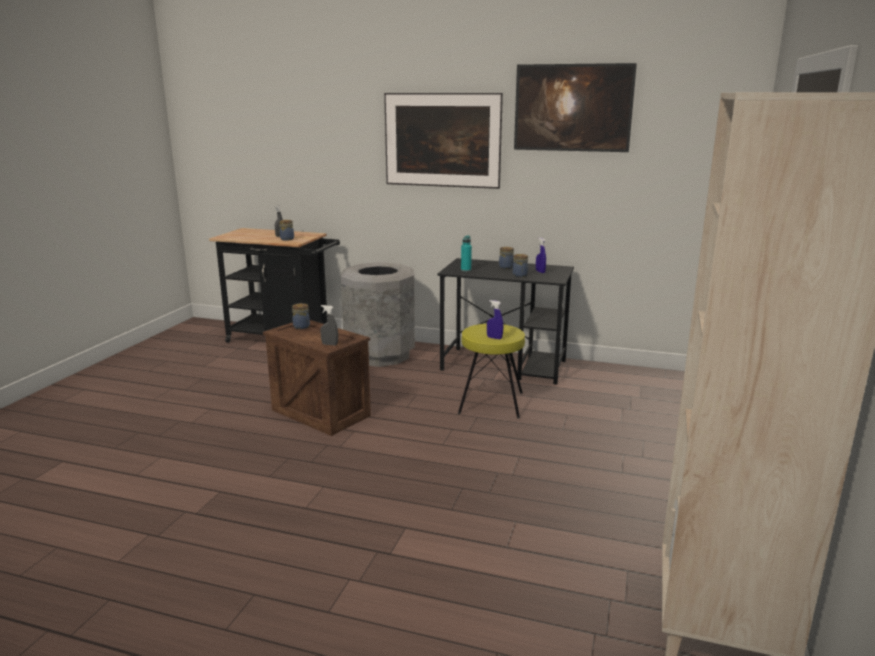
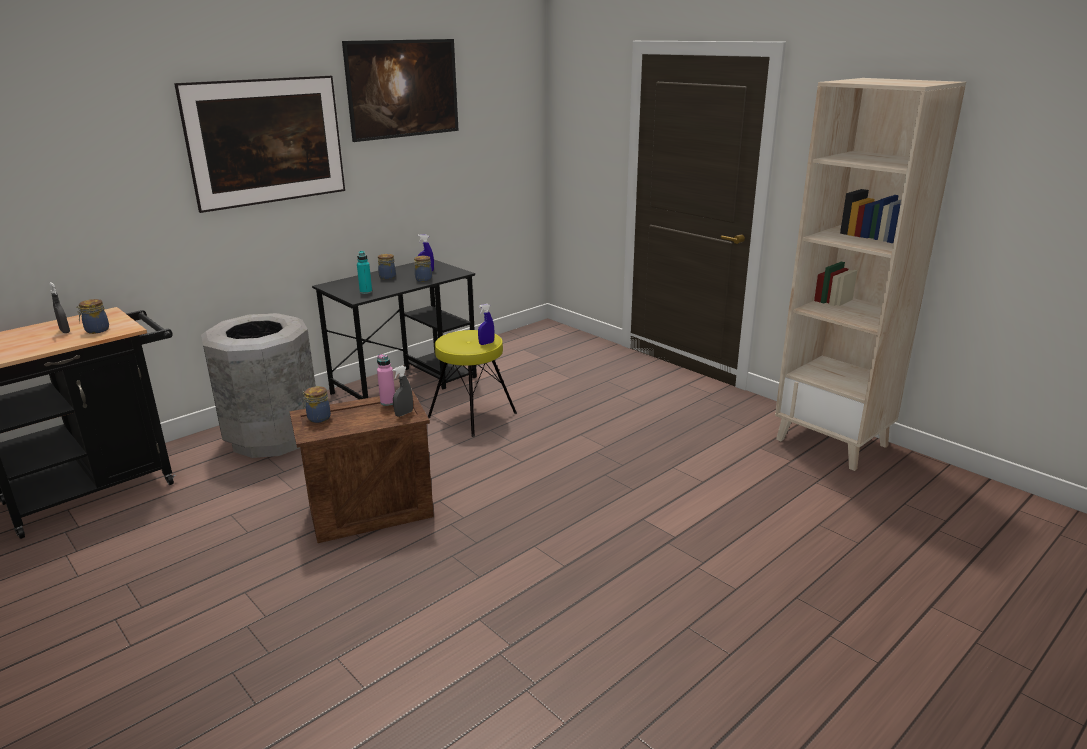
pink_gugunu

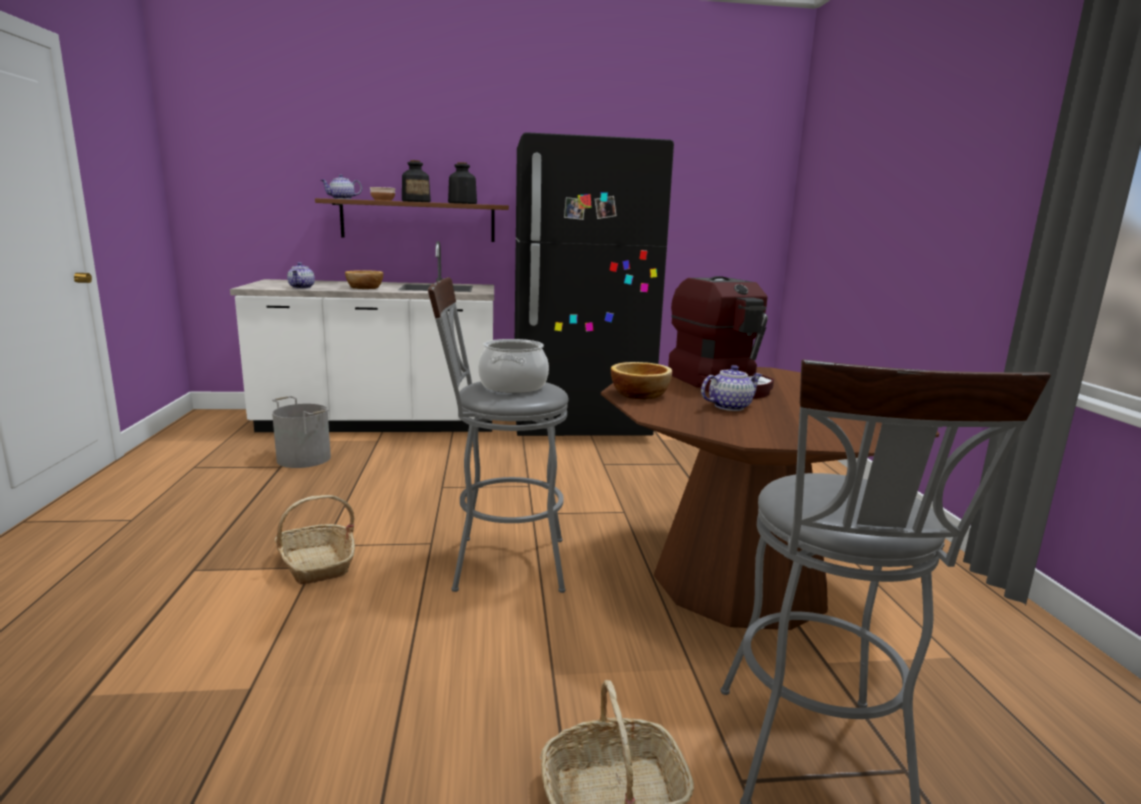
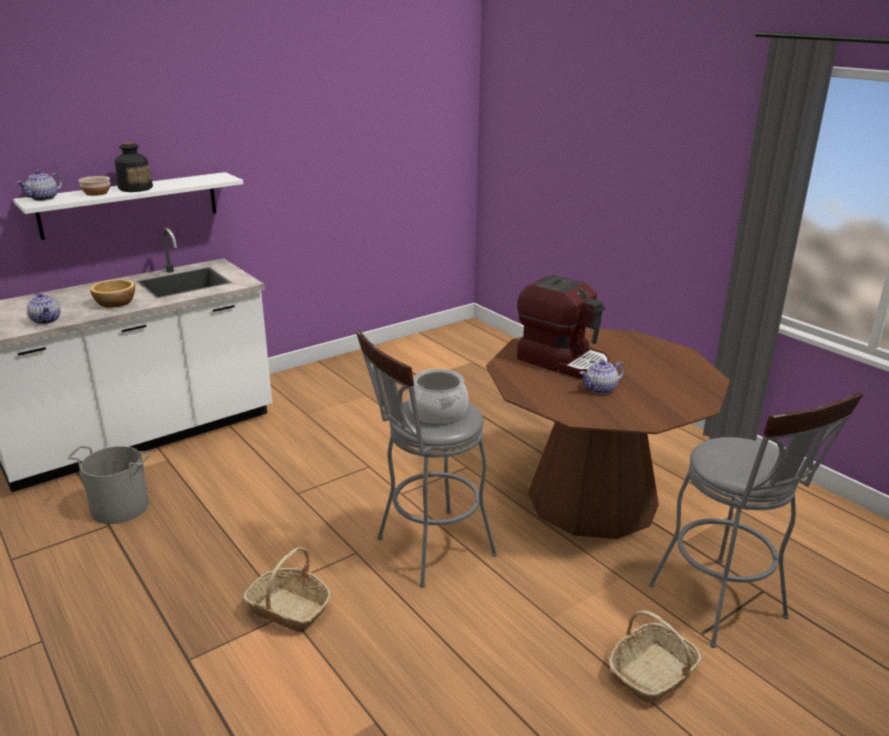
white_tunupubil
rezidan (3rd from left)
gugunu (2nd from left in the first image)
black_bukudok
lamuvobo (3rd from left in the first image)

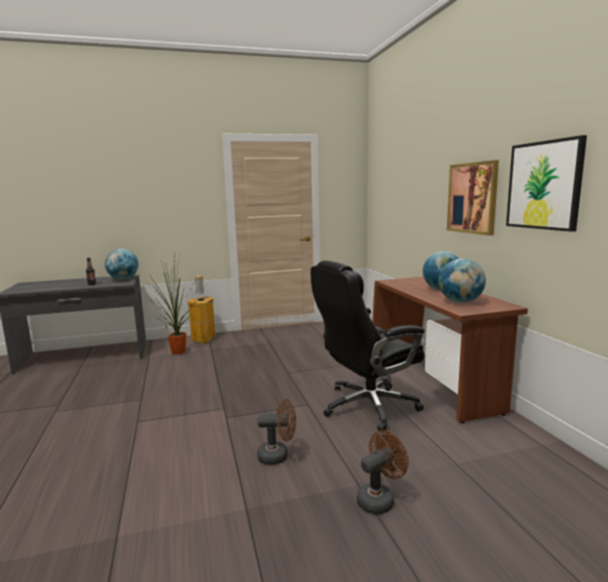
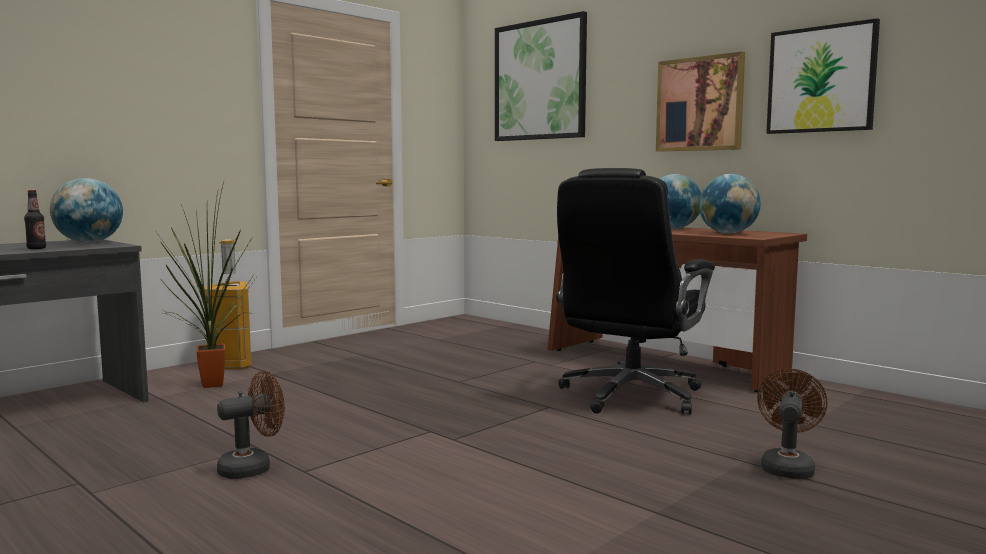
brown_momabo (1st from left)
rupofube (1st from left)

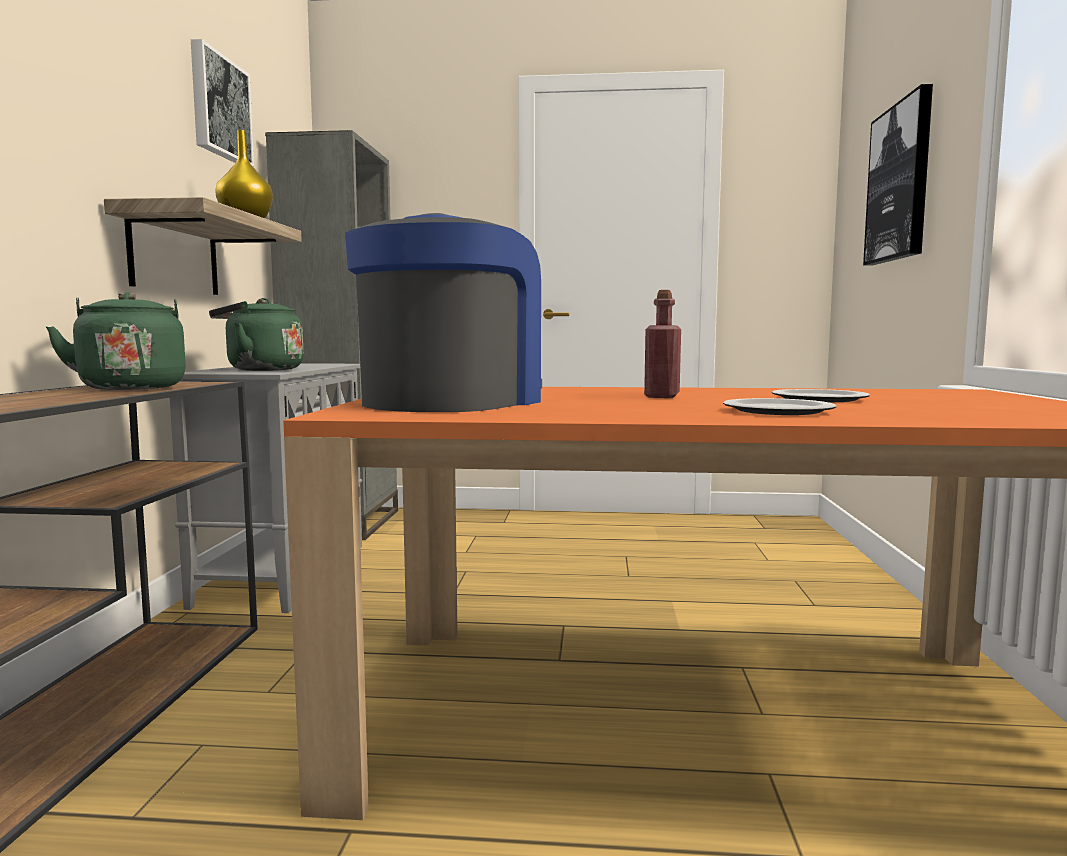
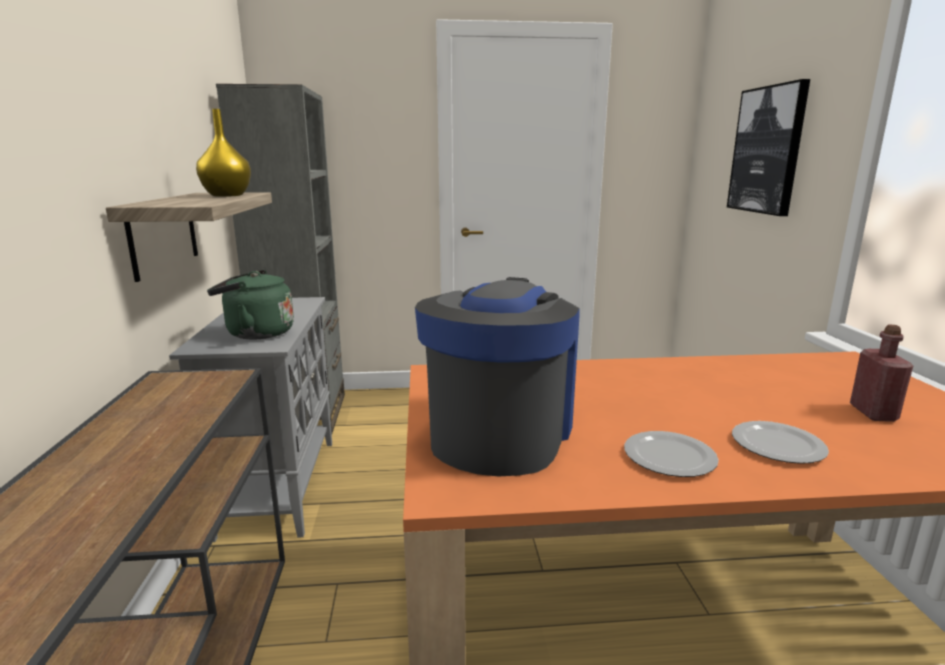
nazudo (1st from left)
red_gugunu
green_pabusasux (1st from left in the first image)
rupofube (1st from left in the first image)

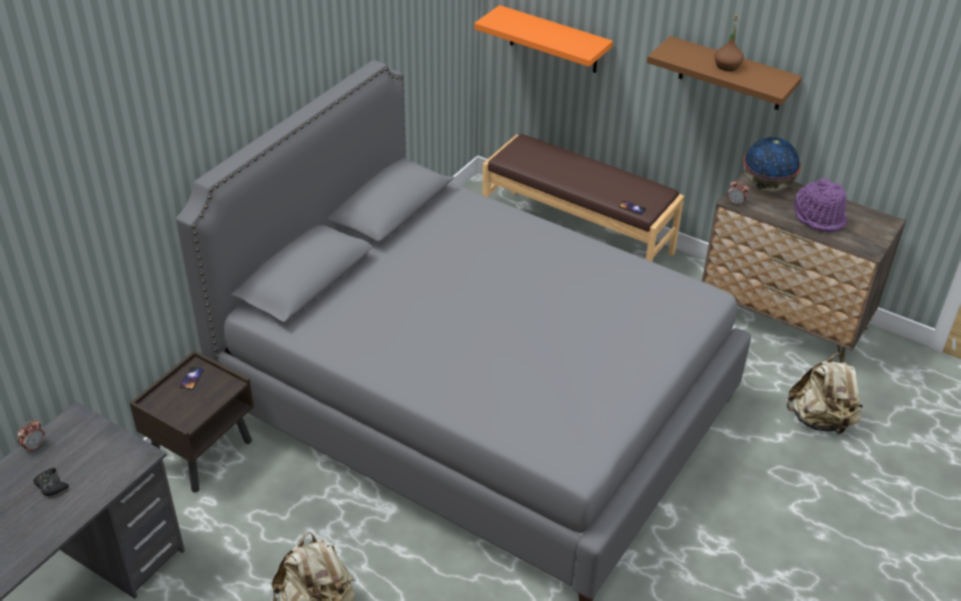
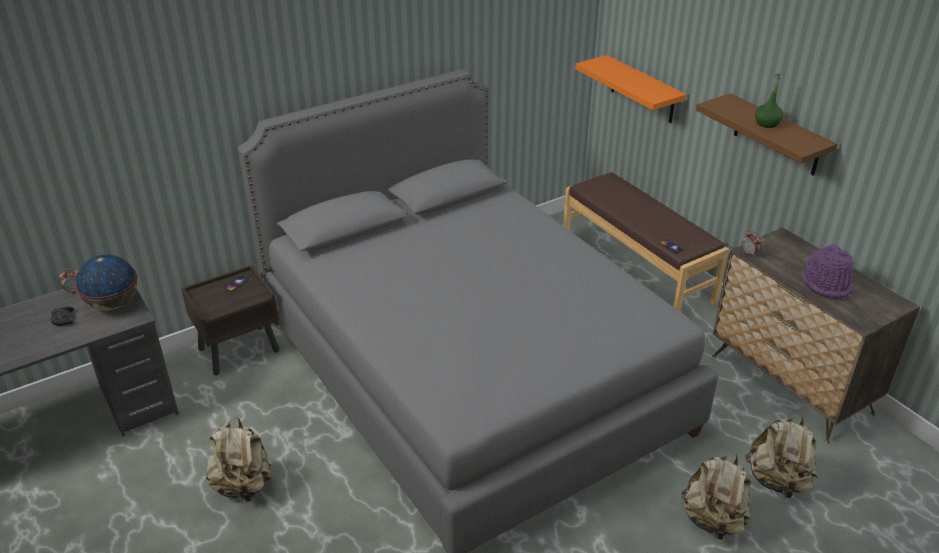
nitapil
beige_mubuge (2nd from left)
green_gugunu

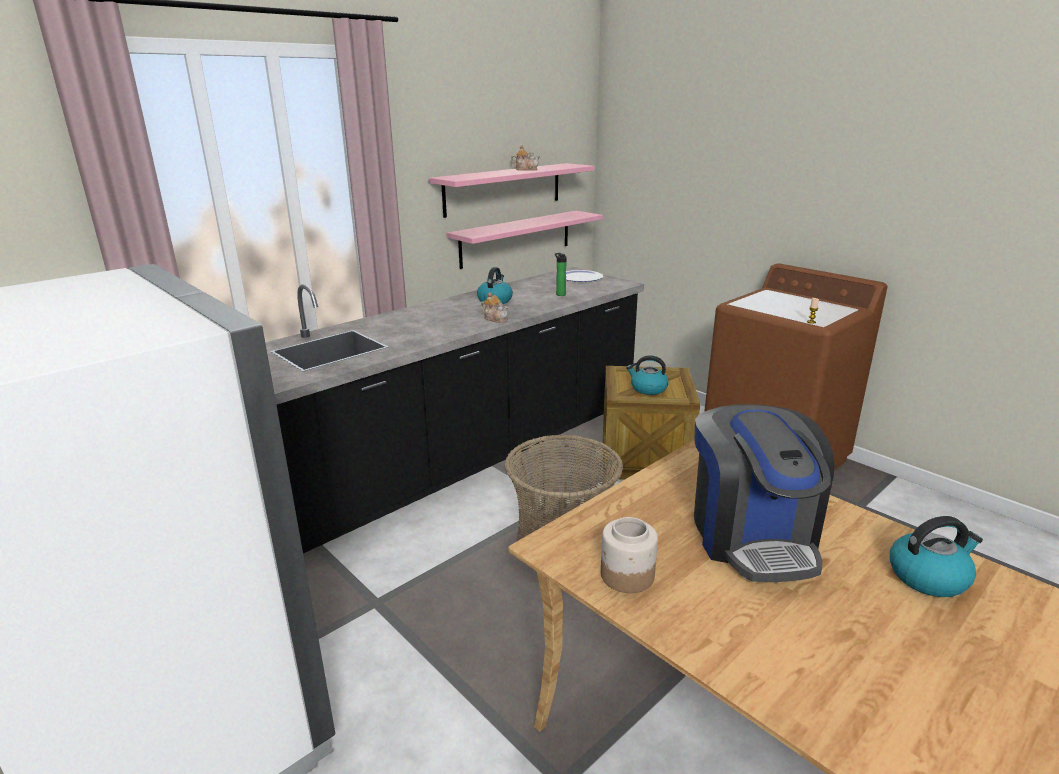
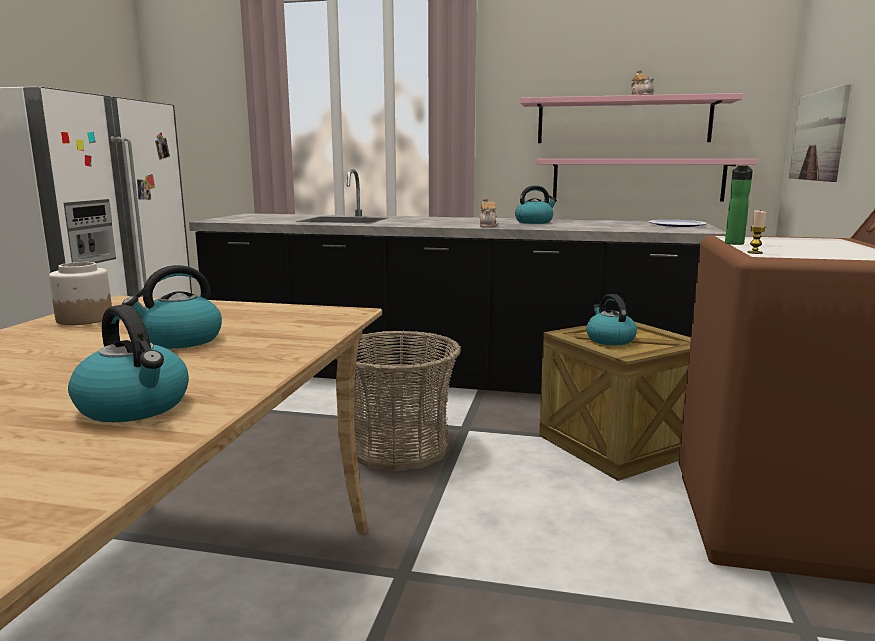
pabusasux (2nd from left)
gugunu
rupofube

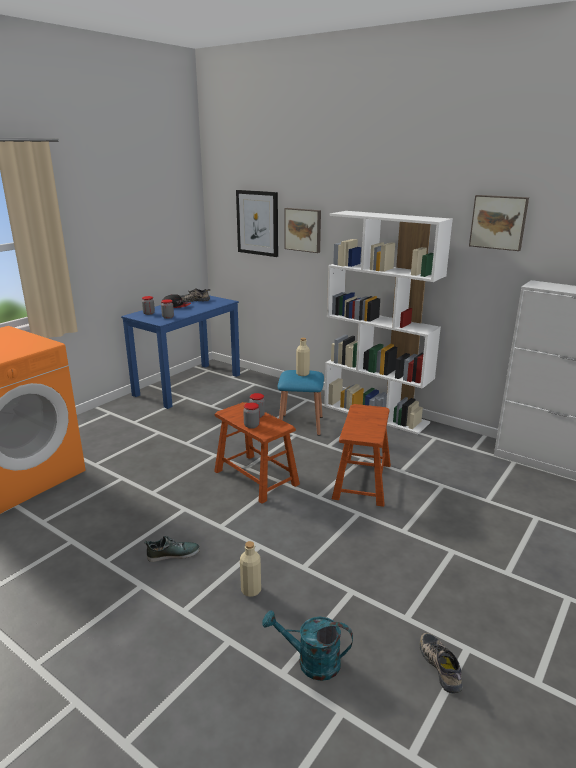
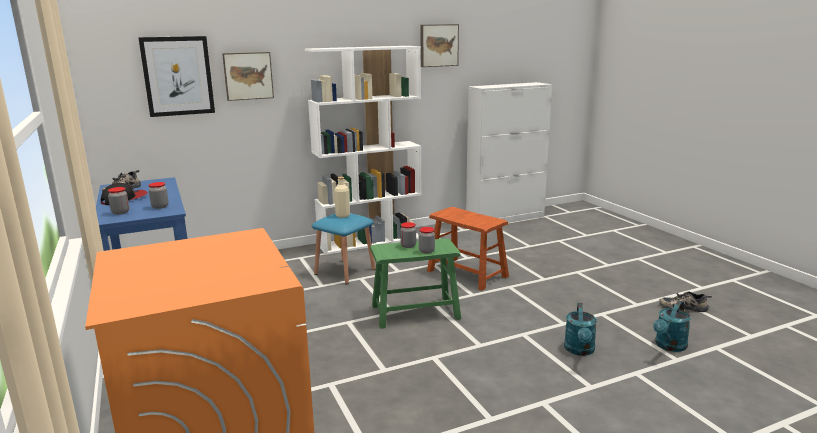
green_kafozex
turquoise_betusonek (1st from left)
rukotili (1st from left in the first image)

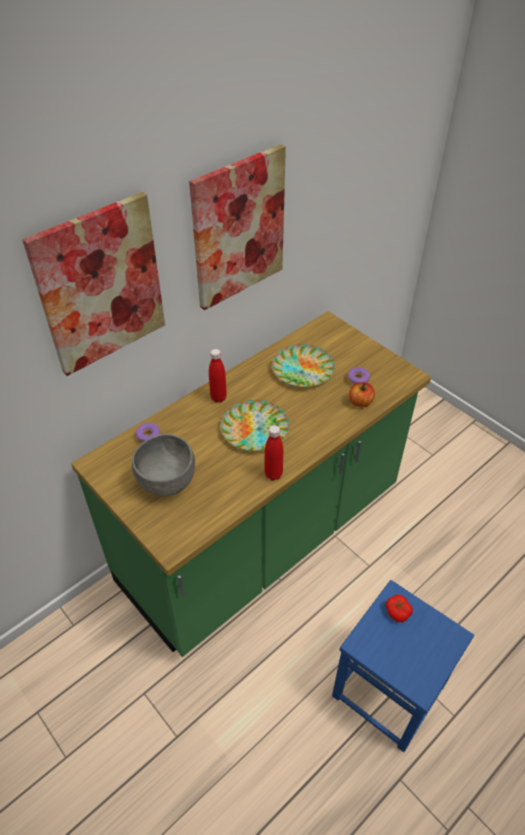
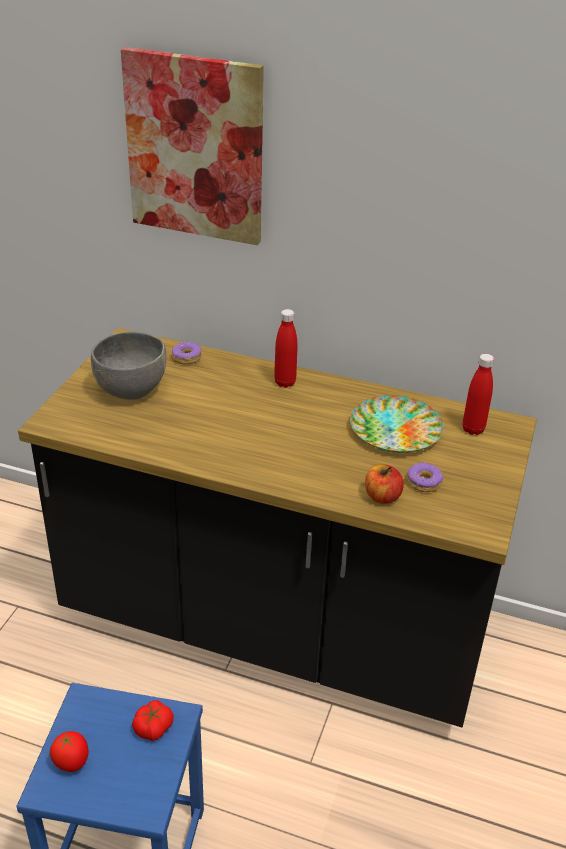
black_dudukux
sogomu (1st from left)
red_gugunu (2nd from left)
rupofube (2nd from left in the first image)
nazudo (1st from left in the first image)

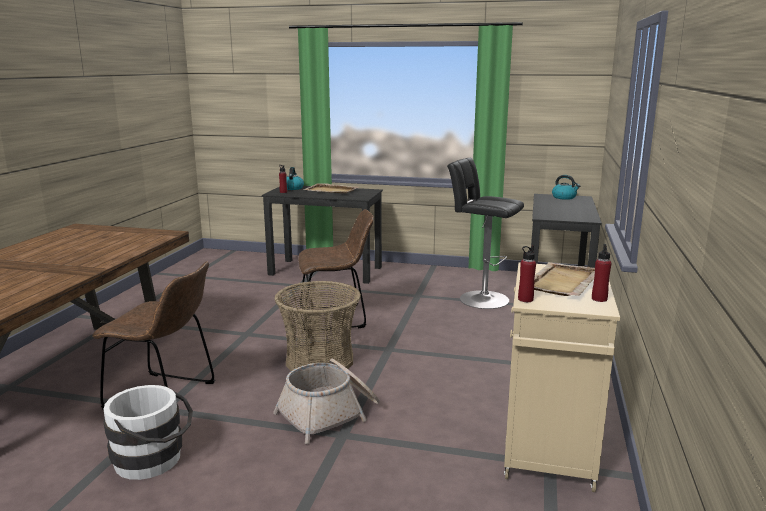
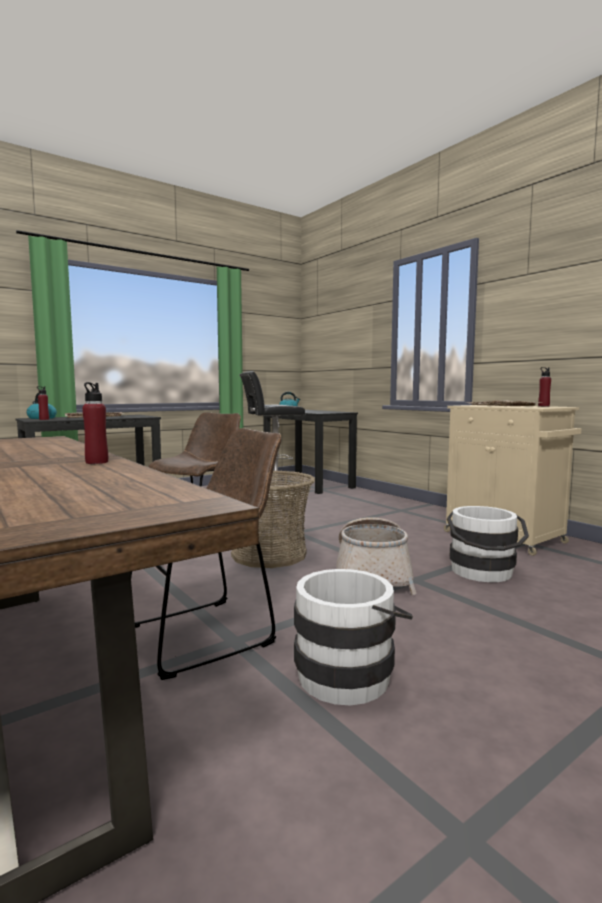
red_gugunu (2nd from left)
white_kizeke (2nd from left)

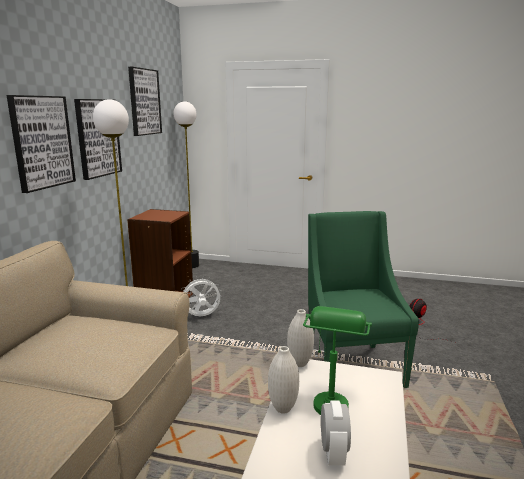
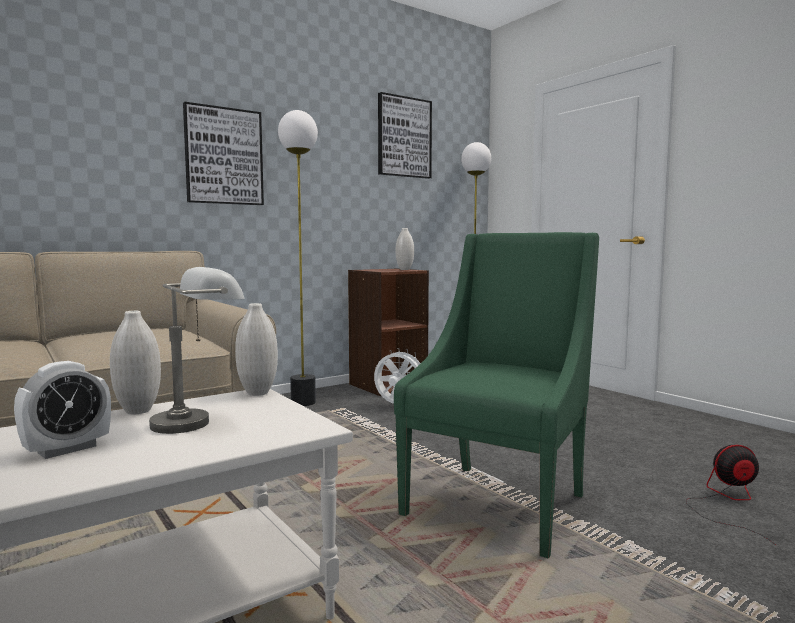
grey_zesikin
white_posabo (3rd from left)
rupofube (2nd from left in the first image)

